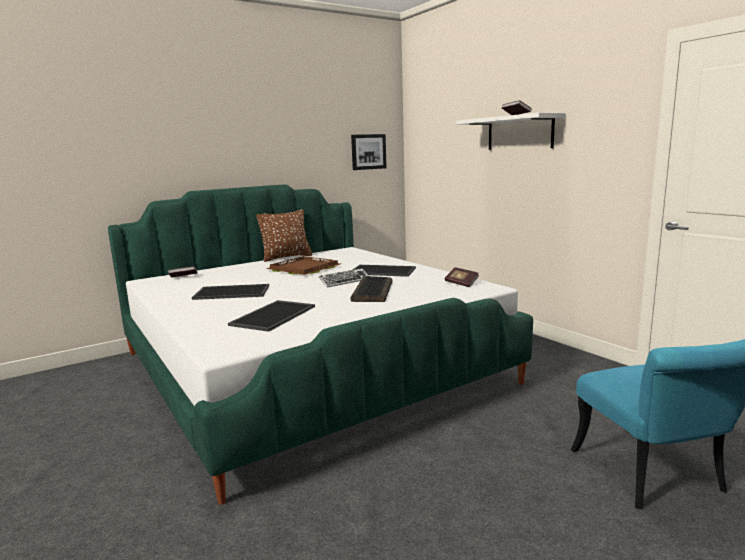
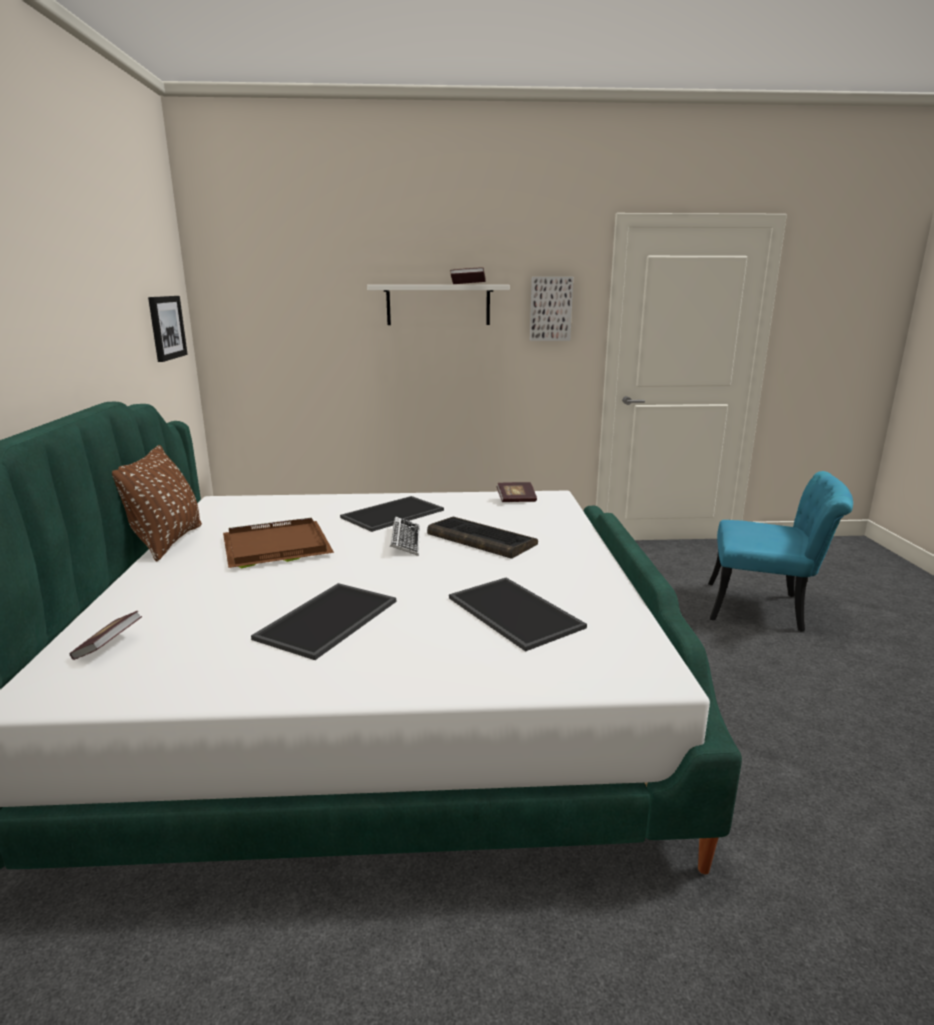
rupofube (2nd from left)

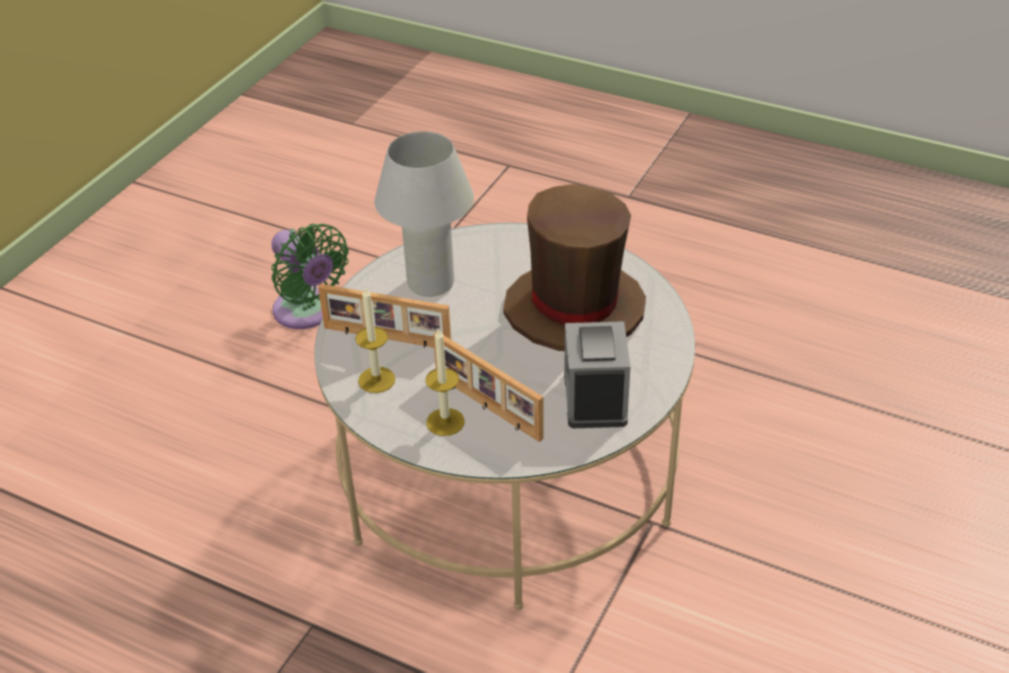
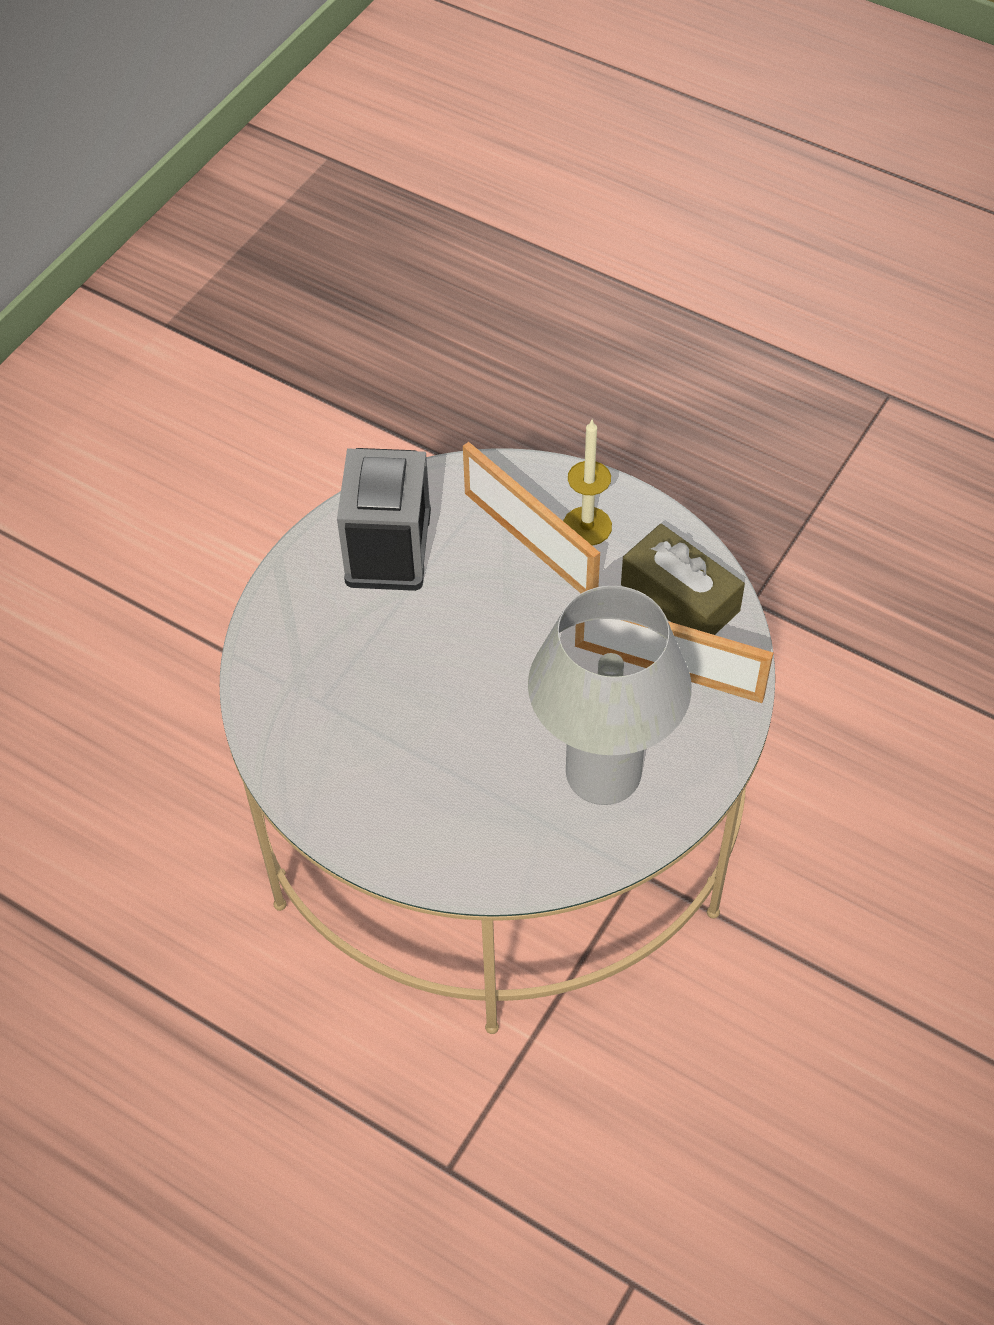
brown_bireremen
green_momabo
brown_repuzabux

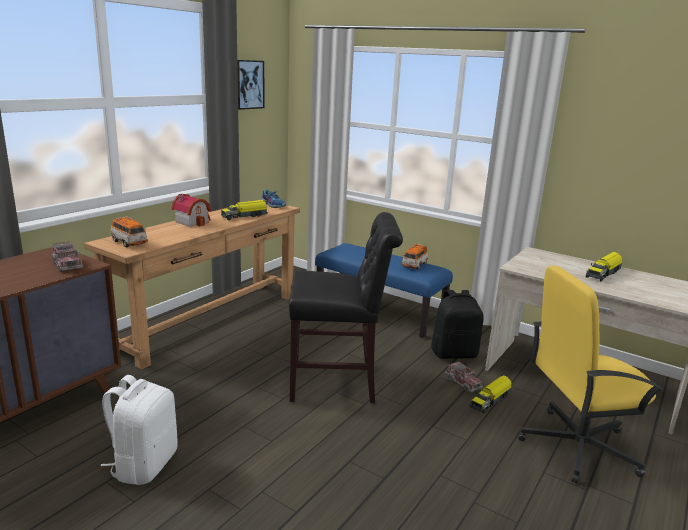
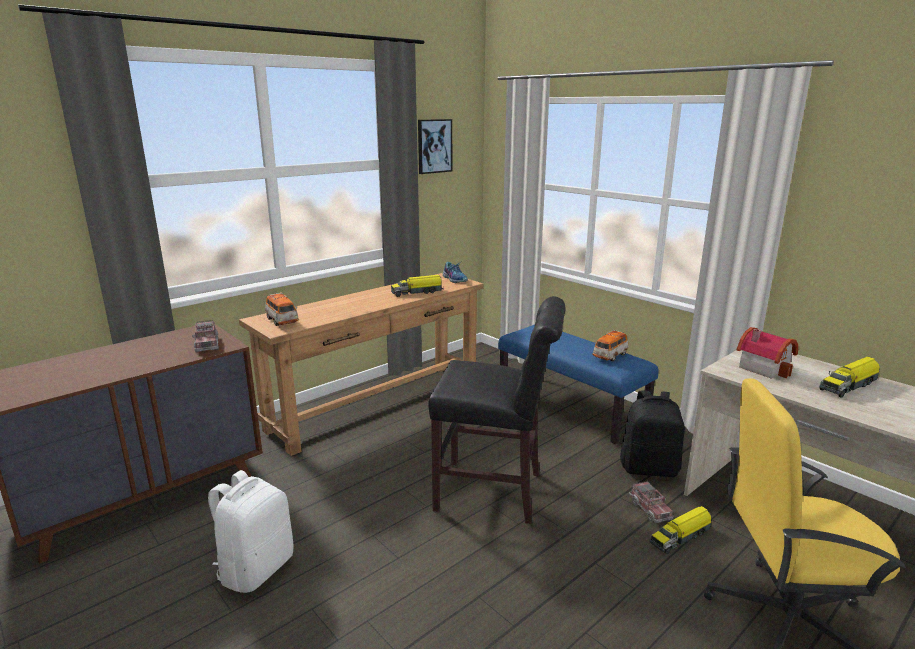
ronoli

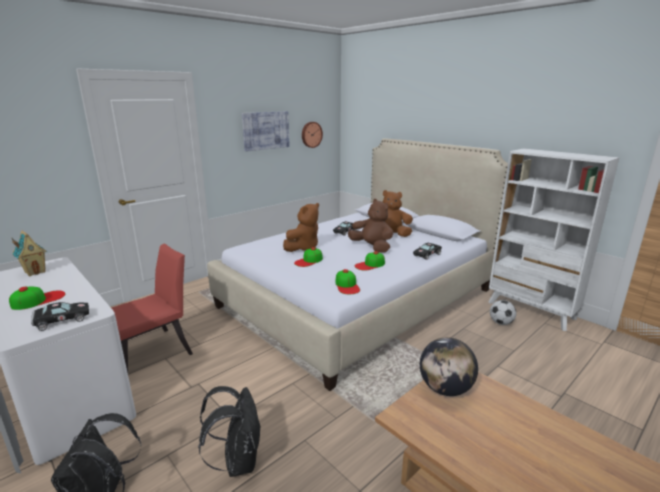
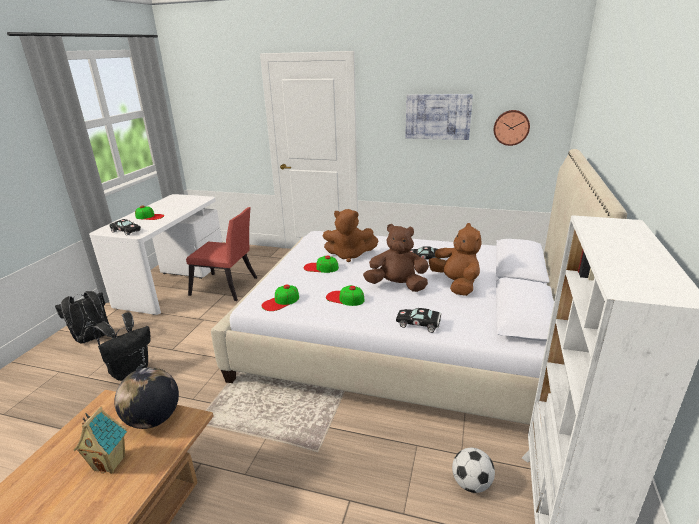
ronoli
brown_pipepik (2nd from left)

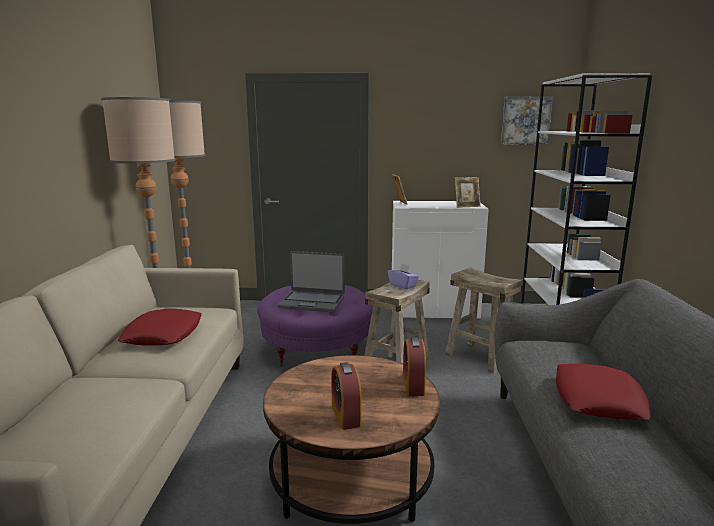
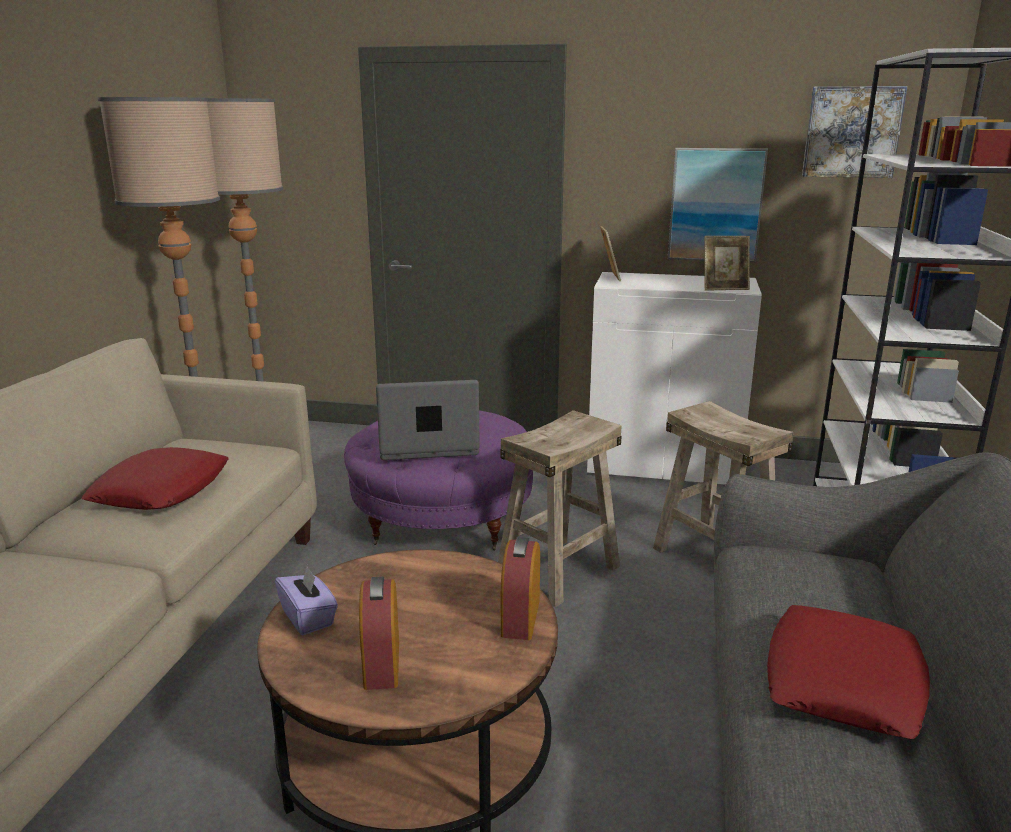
purple_bireremen
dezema
rupofube (1st from left)

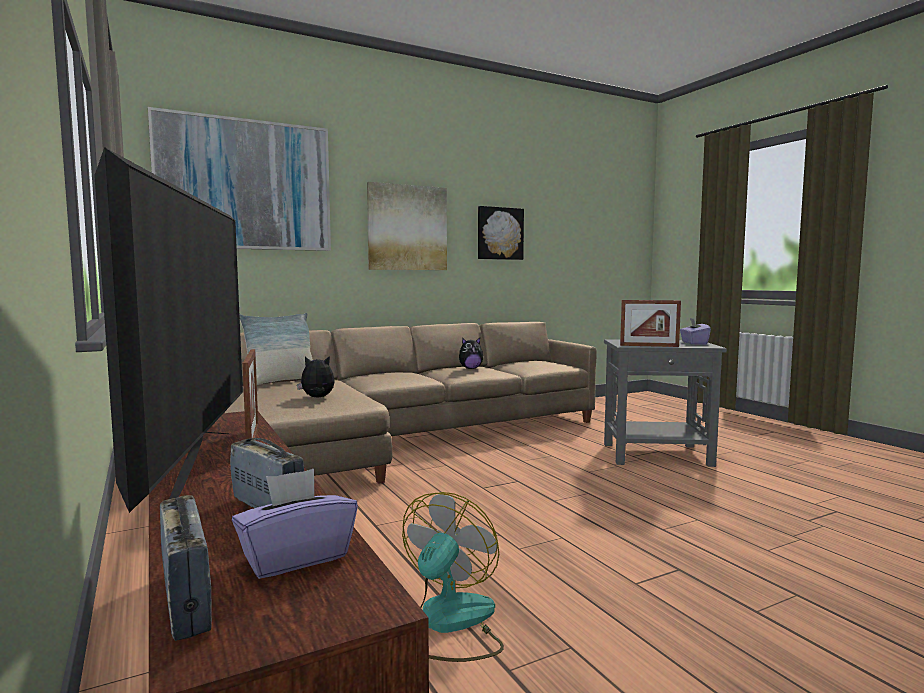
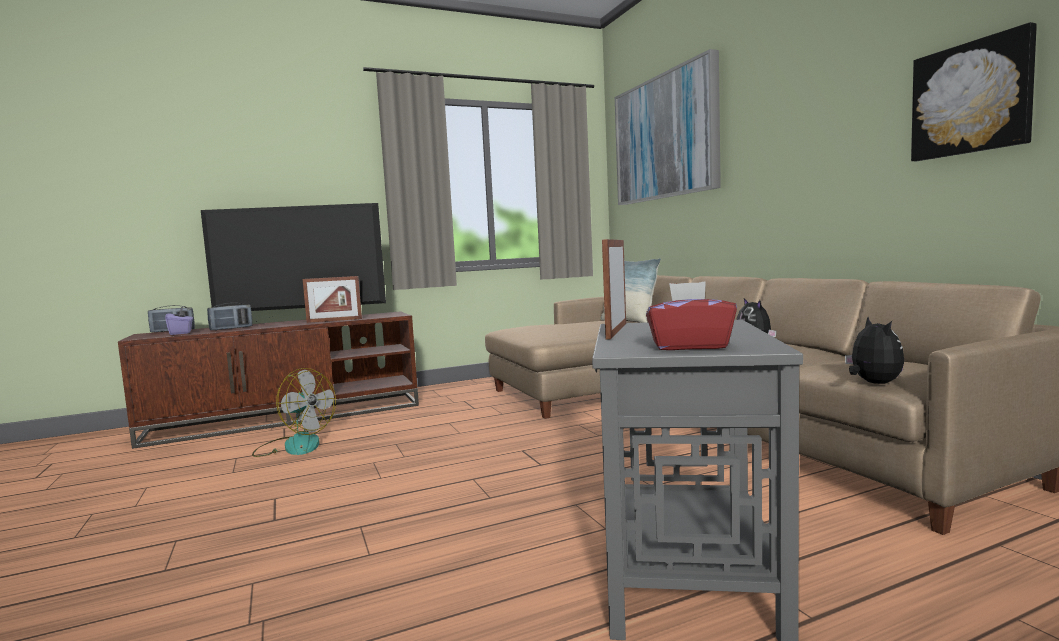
red_bireremen
pipepik (2nd from left)
rupofube (2nd from left in the first image)

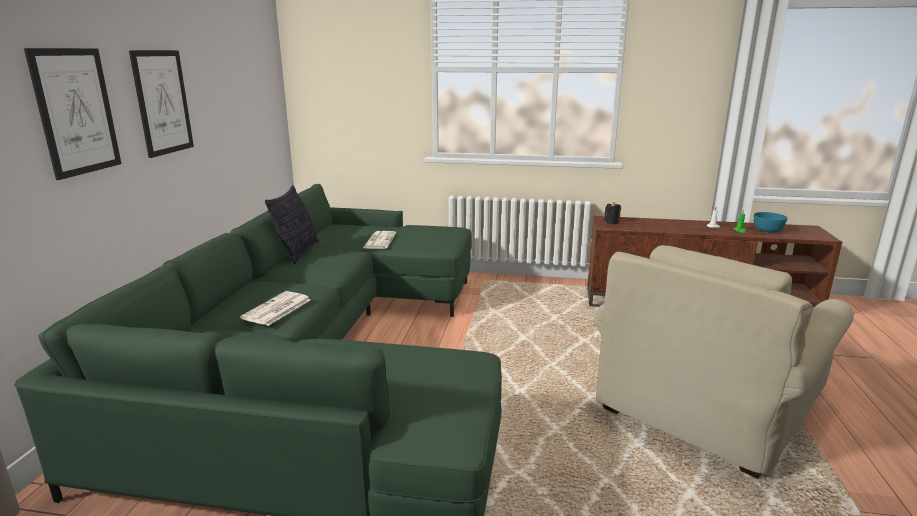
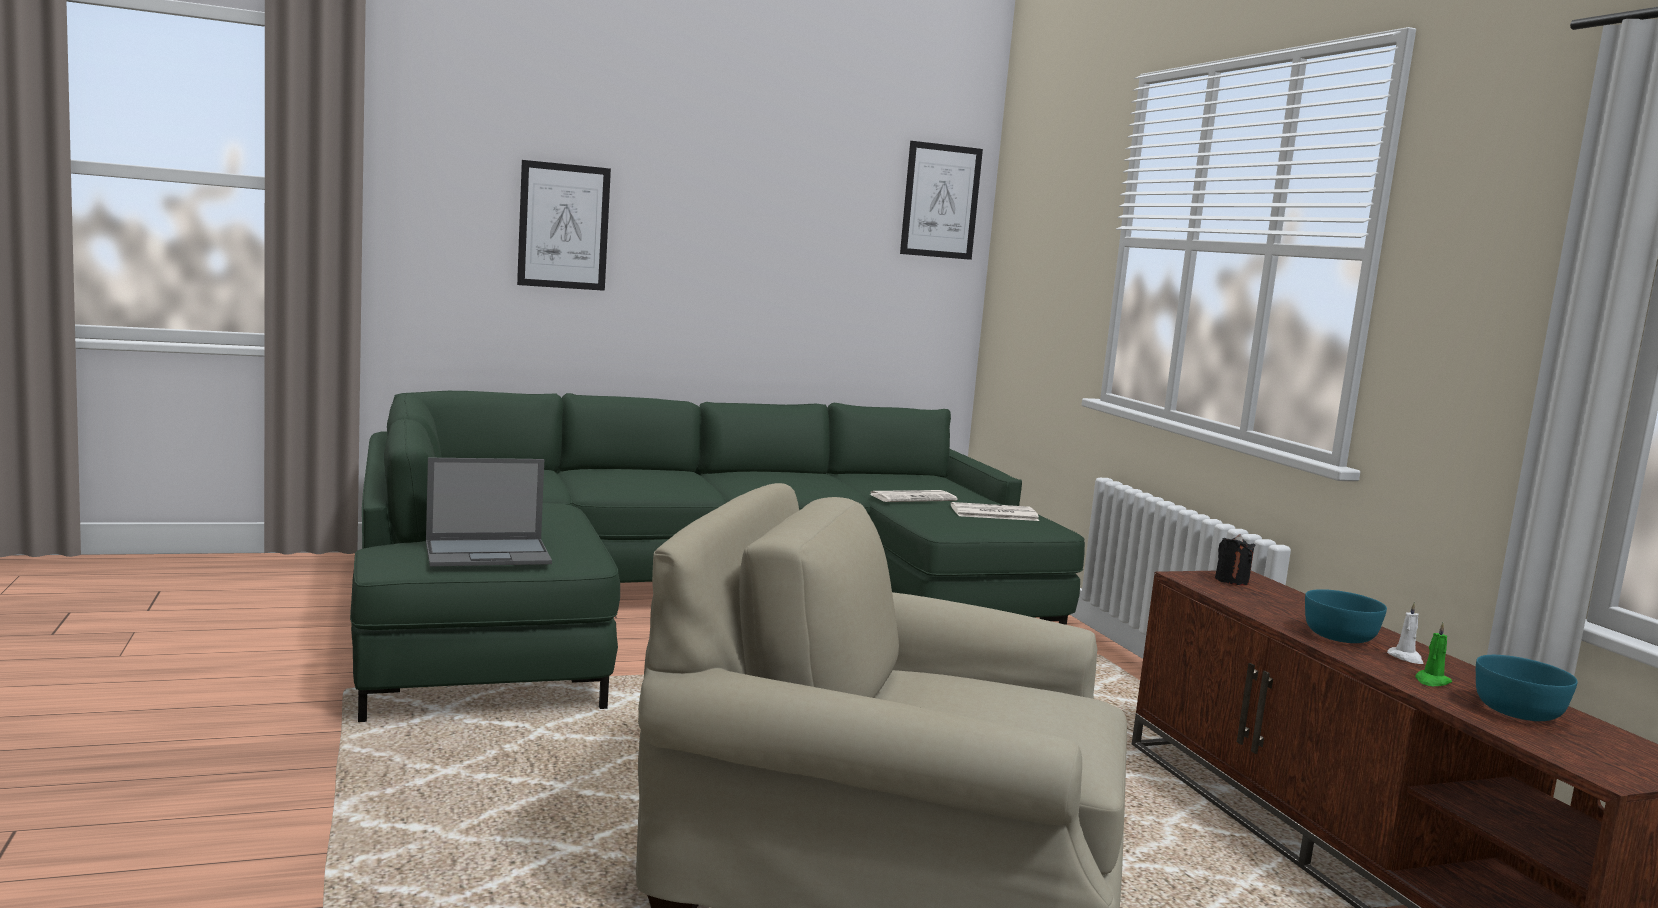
dezema
rupofube (2nd from left)
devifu (2nd from left)
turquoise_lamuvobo (1st from left)
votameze

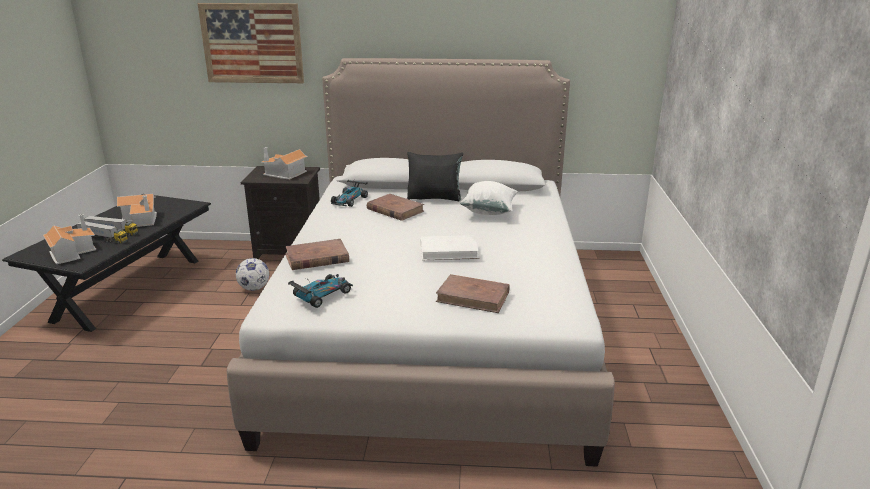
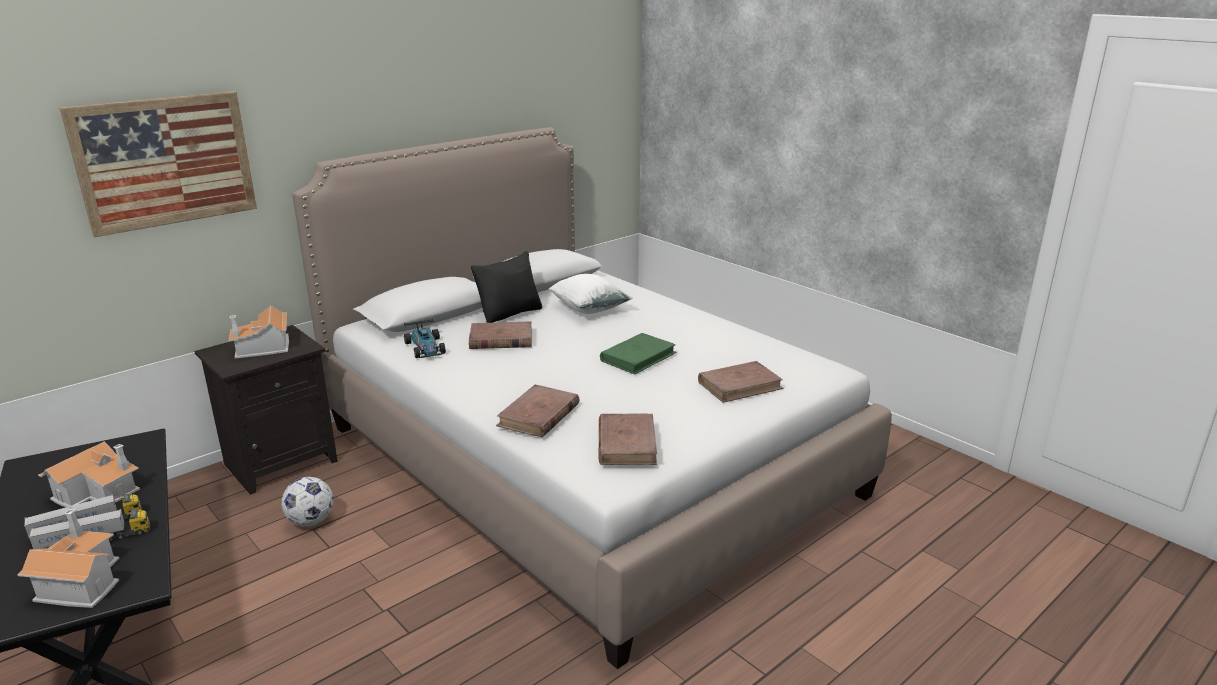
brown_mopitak (3rd from left)
green_mopitak

